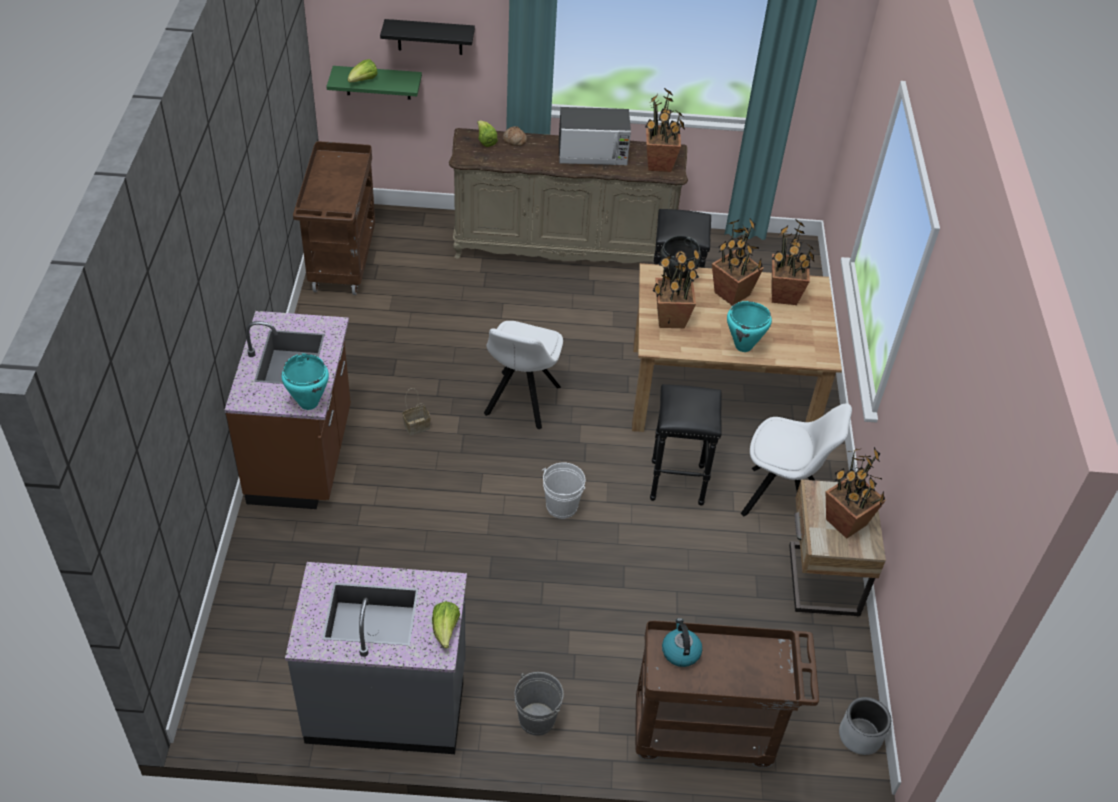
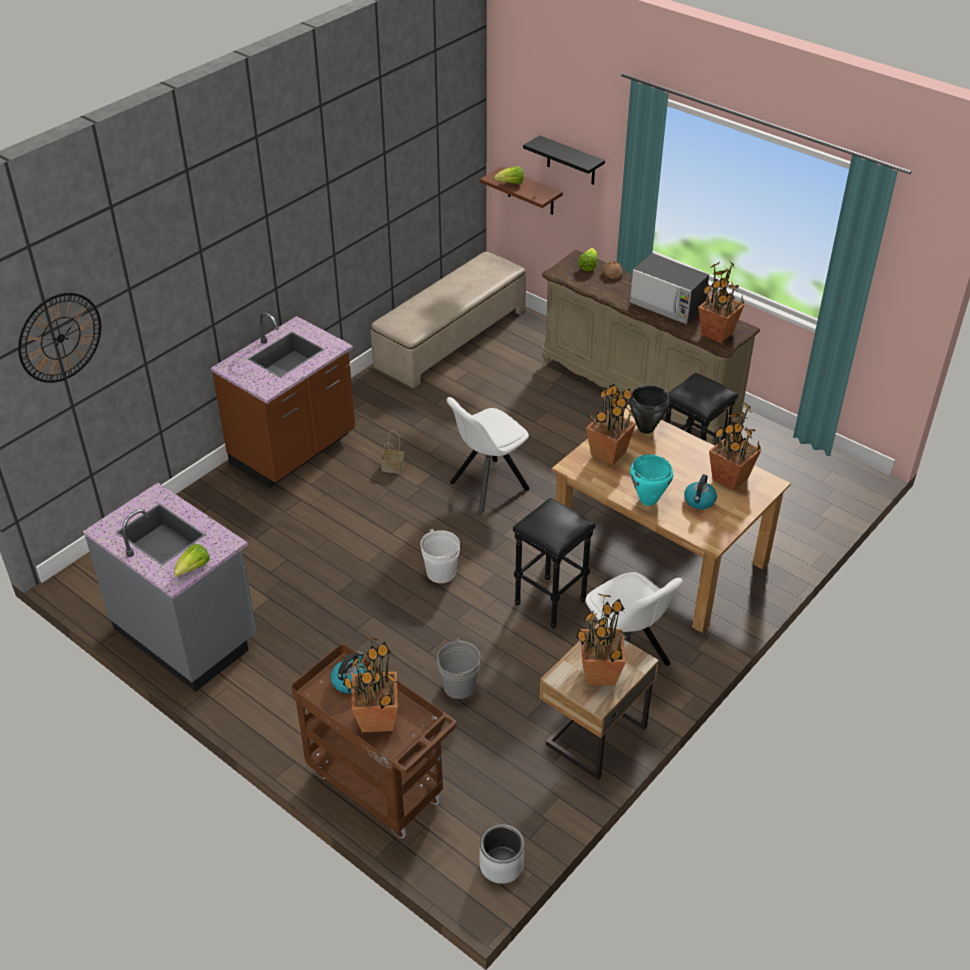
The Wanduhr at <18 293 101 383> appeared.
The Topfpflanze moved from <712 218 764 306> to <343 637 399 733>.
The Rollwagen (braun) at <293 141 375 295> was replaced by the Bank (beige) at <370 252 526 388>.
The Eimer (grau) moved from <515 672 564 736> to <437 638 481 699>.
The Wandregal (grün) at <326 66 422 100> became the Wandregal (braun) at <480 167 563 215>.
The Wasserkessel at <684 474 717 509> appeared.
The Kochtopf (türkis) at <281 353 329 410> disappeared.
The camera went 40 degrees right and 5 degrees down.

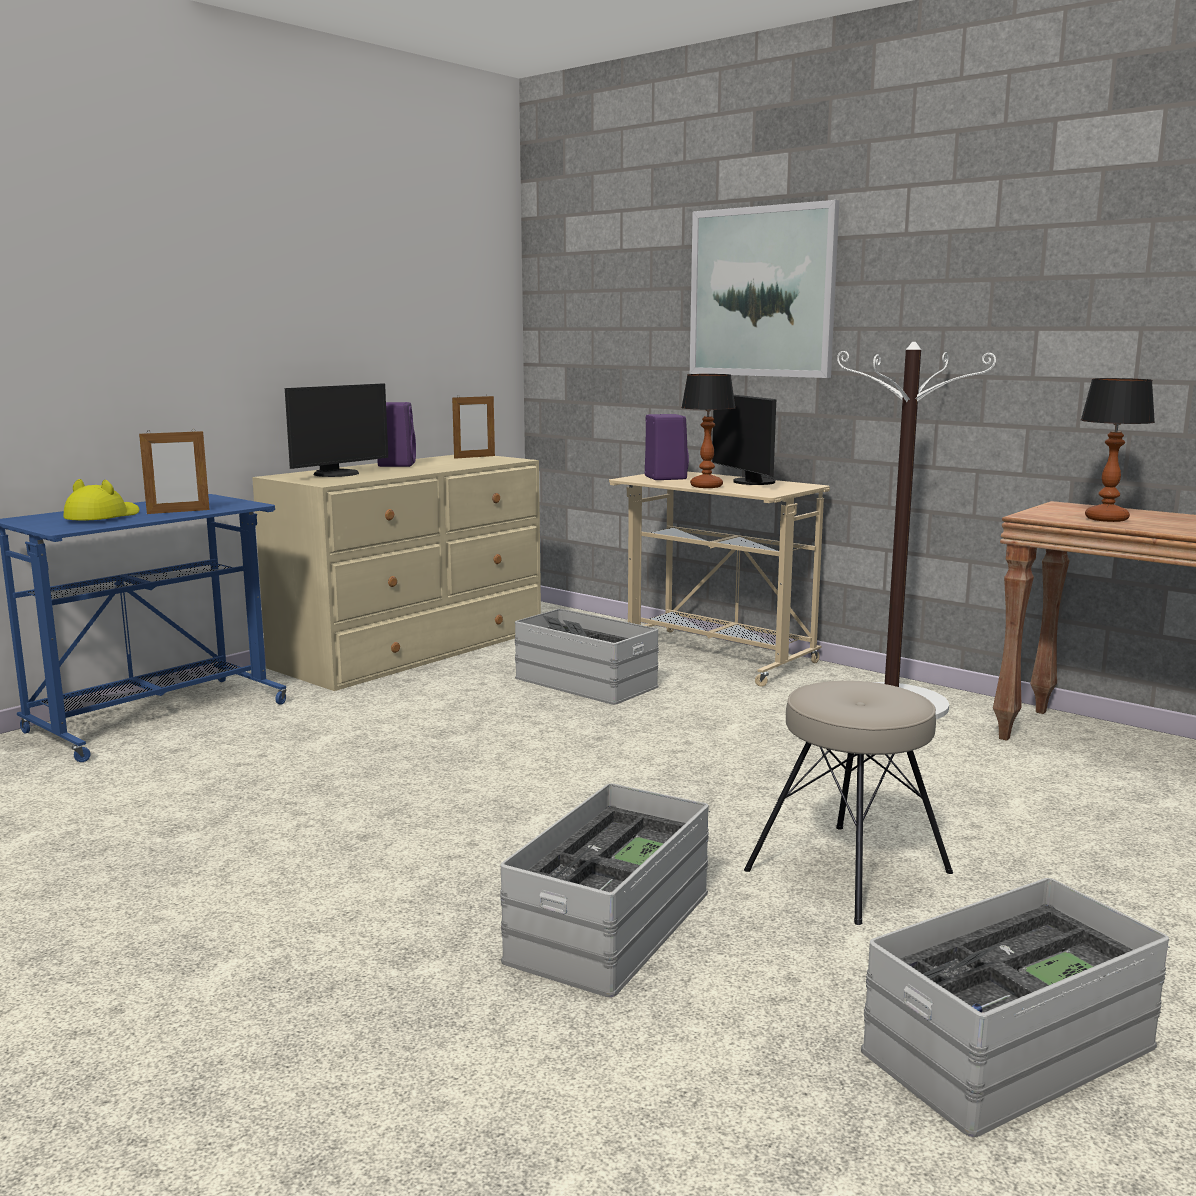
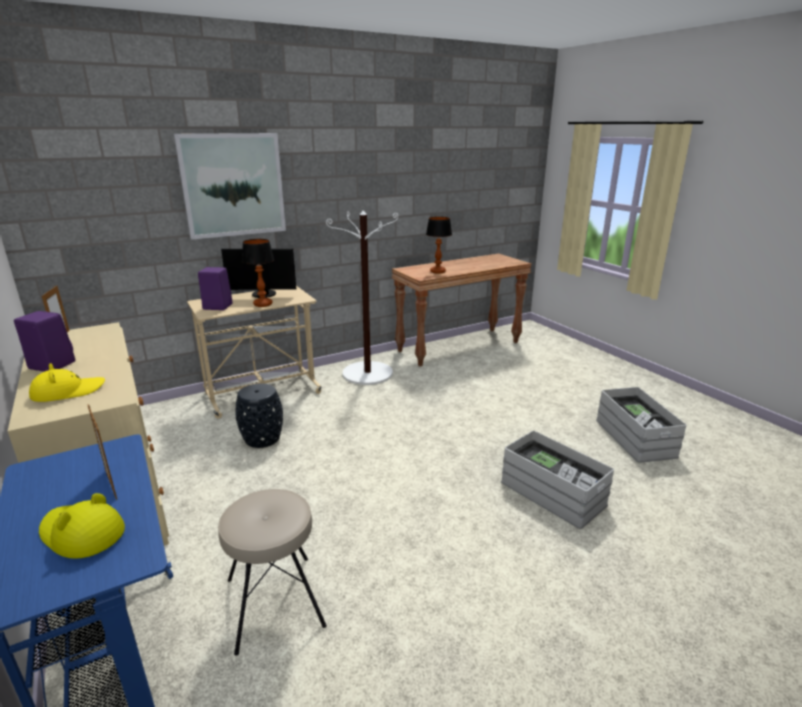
The Monitor at <285 383 388 477> was replaced by the Hut (gelb) at <29 363 105 402>.
The Bilderrahmen at <139 430 210 514> turned 150 degrees clockwise.
The Hocker (beige) moved from <744 681 953 925> to <218 489 327 656>.
The Aufbewahrungsbox (grau) at <515 609 659 705> was replaced by the Hocker (schwarz) at <235 383 283 448>.
The camera went 70 degrees left and 10 degrees up.

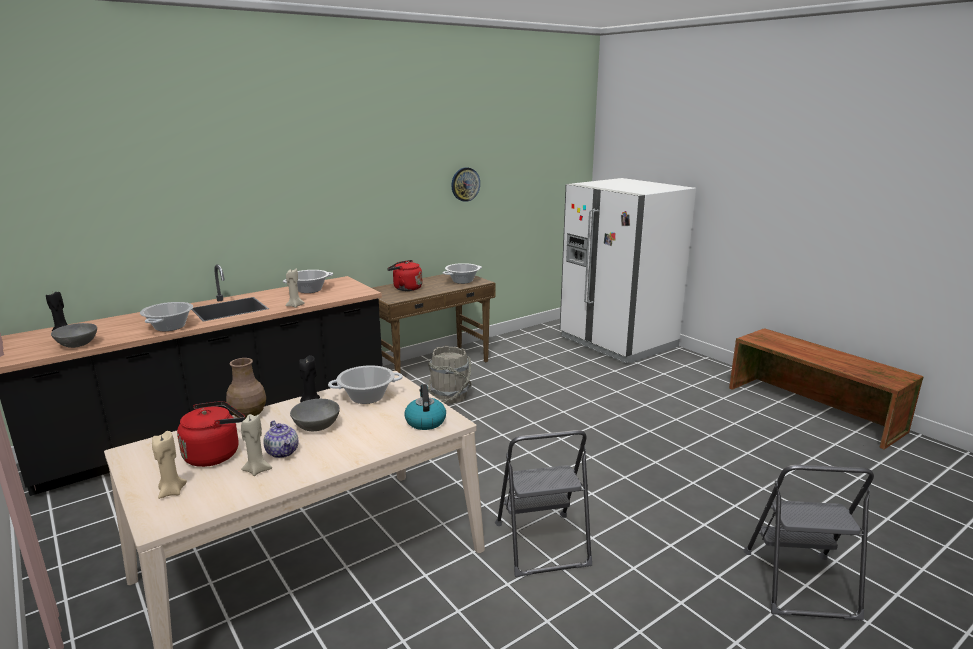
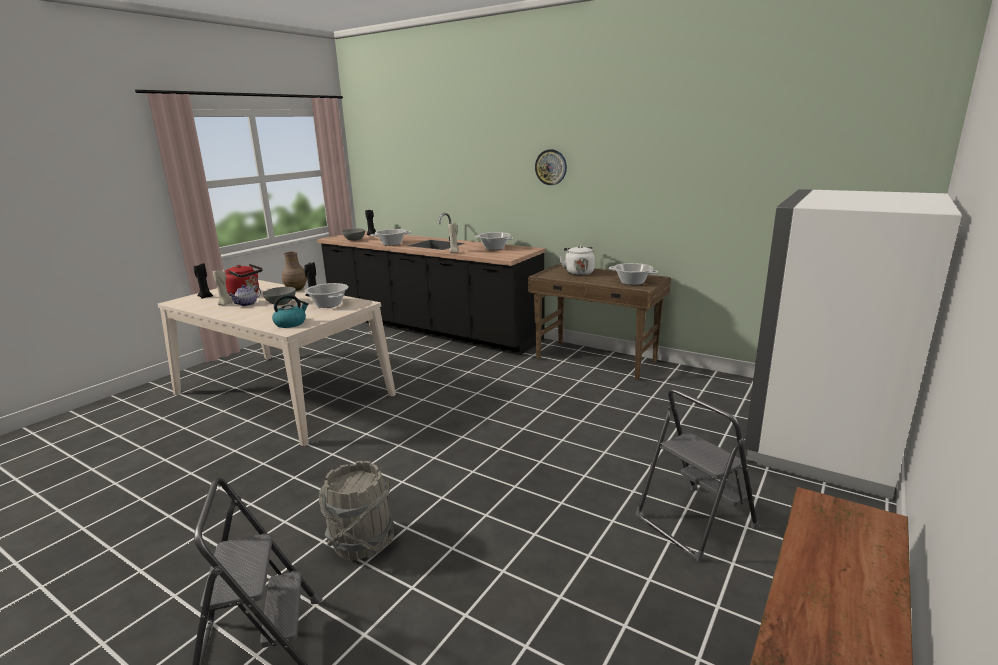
The Kerze (beige) at <152 431 187 499> became the Kerze (schwarz) at <194 263 213 299>.
The Eimer (grau) moved from <428 346 471 404> to <319 461 394 560>.
The Wanduhr moved from <451 167 480 202> to <535 149 567 185>.
The Wasserkessel (rot) at <387 260 422 291> became the Wasserkessel (weiß) at <559 245 595 275>.
The Trittleiter (grau) moved from <495 430 592 577> to <635 388 761 562>.
The camera went 70 degrees right and 0 degrees up.

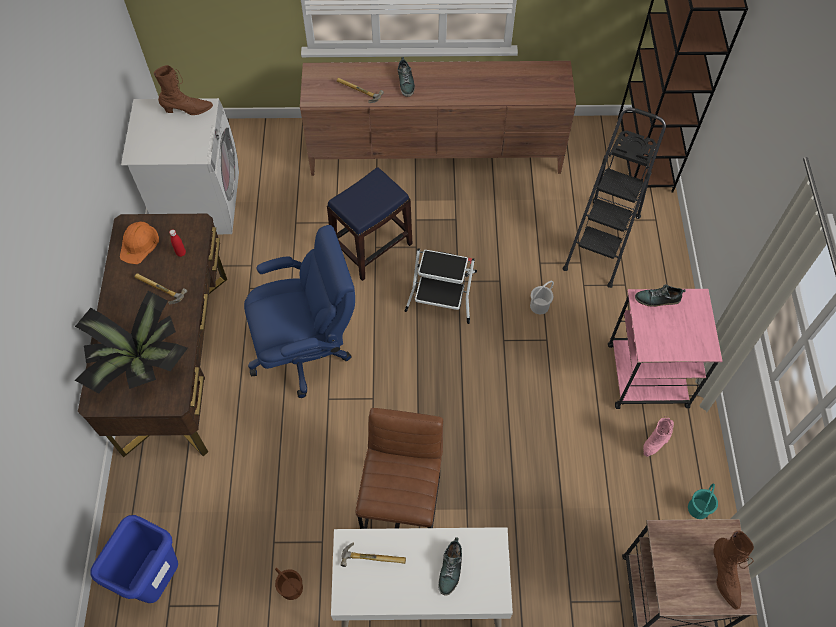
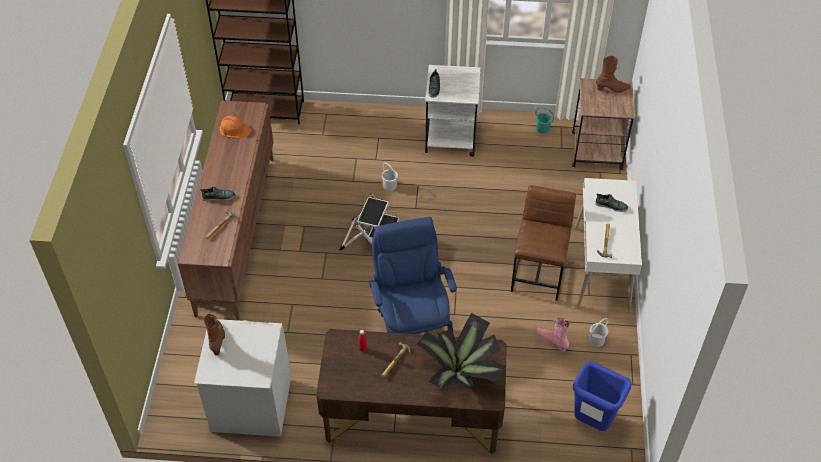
The Schutzhelm (orange) moved from <120 221 159 264> to <219 116 252 139>.
The Rollwagen (rosa) at <608 289 722 409> became the Rollwagen (weiß) at <425 65 481 157>.
The Stuhl (braun) at <355 408 443 529> turned 90 degrees clockwise.
The Stiefel (rosa) moved from <643 416 674 457> to <536 317 570 352>.
The Eimer (braun) at <275 568 303 600> became the Eimer (weiß) at <589 318 608 347>.
The Hocker at <327 167 412 281> disappeared.
The Trittleiter at <562 108 666 288> disappeared.
The camera went 85 degrees left and 10 degrees down.

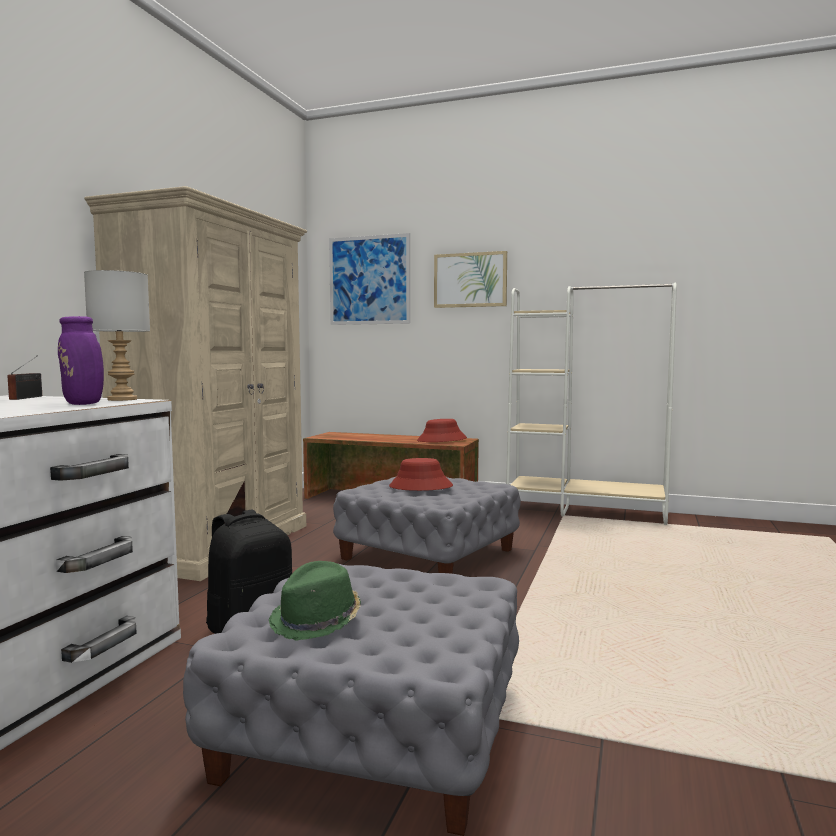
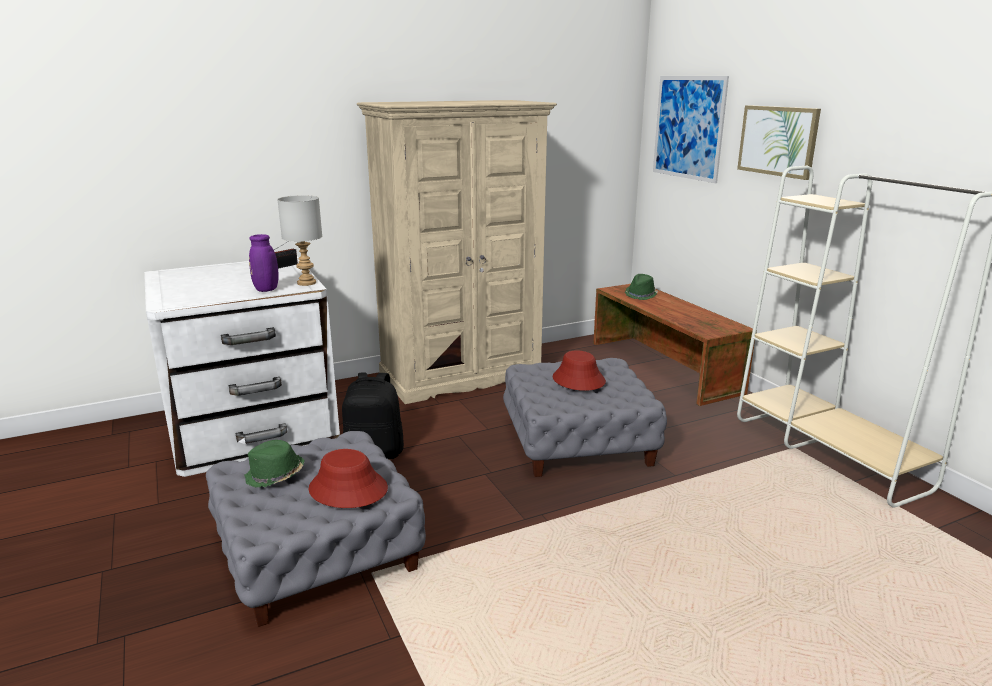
The Hut (rot) moved from <417 419 467 442> to <308 449 388 508>.
The Hut (grün) at <625 274 658 300> appeared.
The camera went 45 degrees right and 15 degrees up.

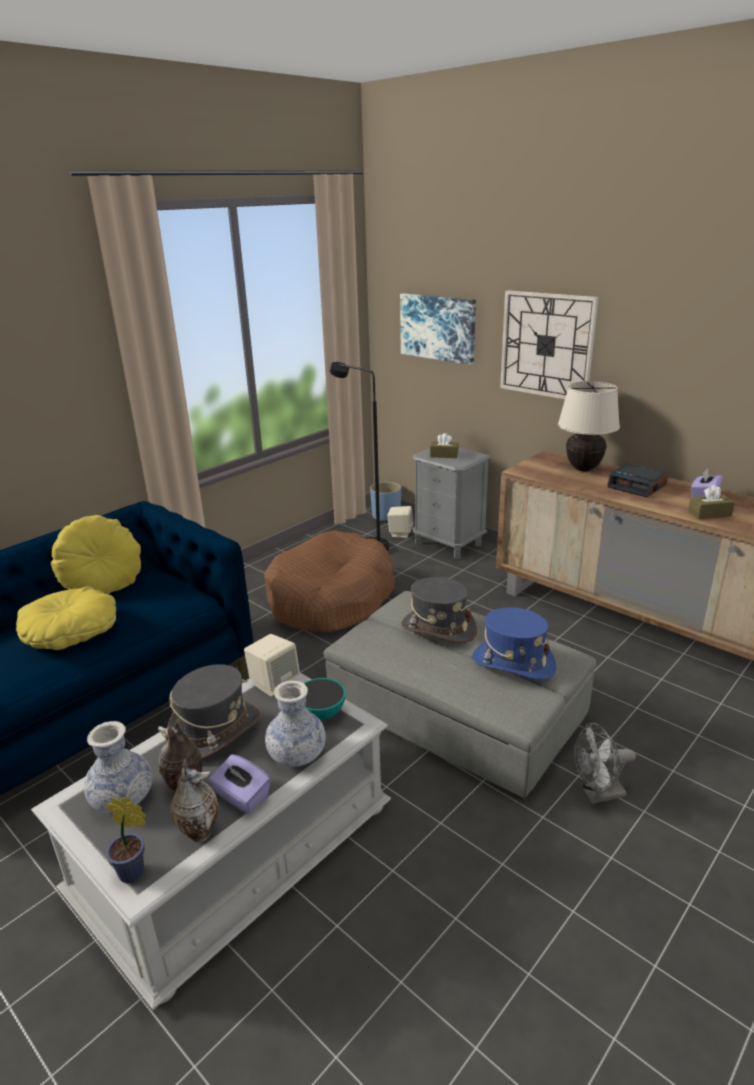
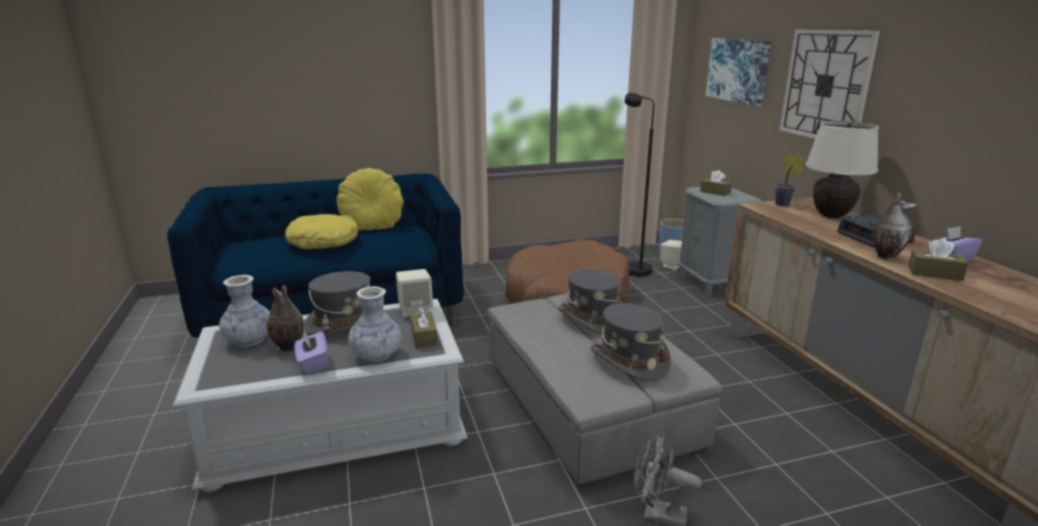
The Schüssel at <304 678 346 720> was replaced by the Taschentuchbox (braun) at <411 306 438 348>.
The Hut (blau) at <472 607 557 680> became the Hut (grau) at <590 303 671 381>.
The Topfpflanze moved from <106 797 146 883> to <775 153 804 206>.
The Vase moved from <171 759 218 842> to <872 192 917 260>.
The camera went 30 degrees right and 5 degrees down.

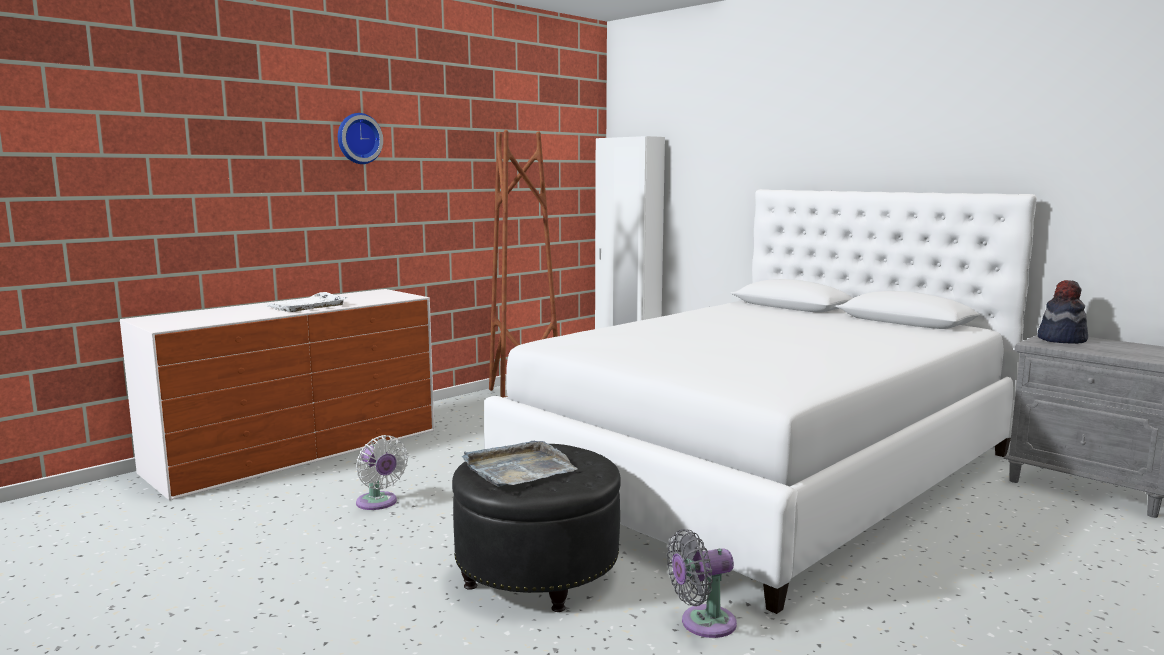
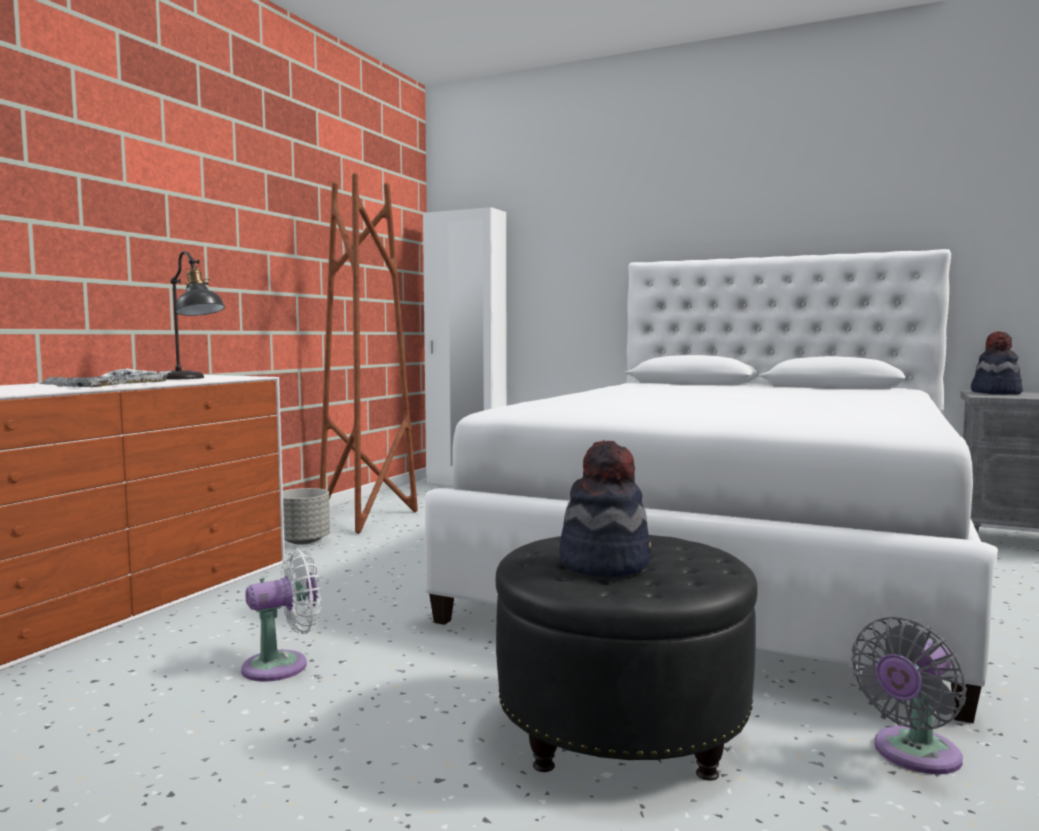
The Tischlampe (grau) at <157 251 225 380> appeared.
The Ventilator (weiß) at <356 435 408 510> turned 60 degrees counterclockwise.
The Pflanzkübel (grau) at <283 488 330 545> appeared.
The Tablett (grau) at <462 441 578 487> was replaced by the Hut at <560 440 651 577>.
The Wanduhr at <338 113 383 164> disappeared.
The camera went 20 degrees left and 5 degrees down.

